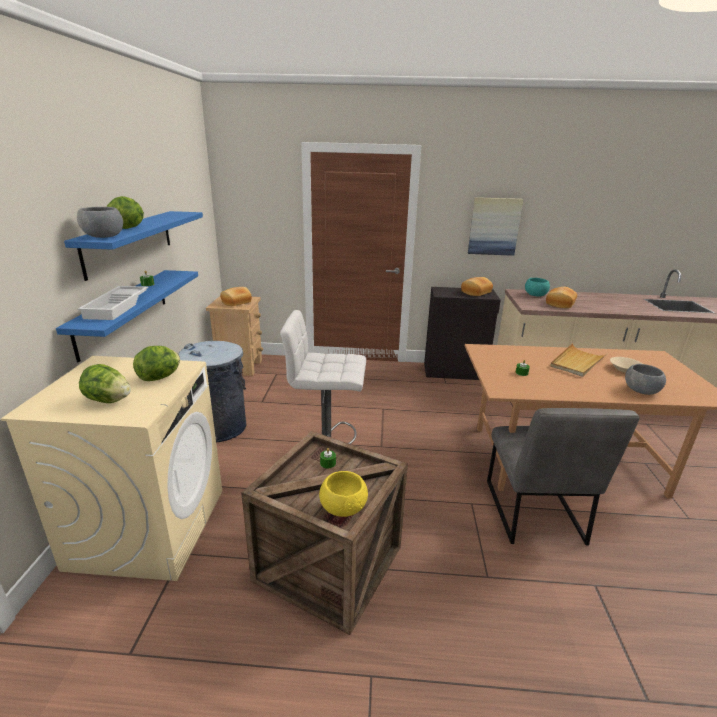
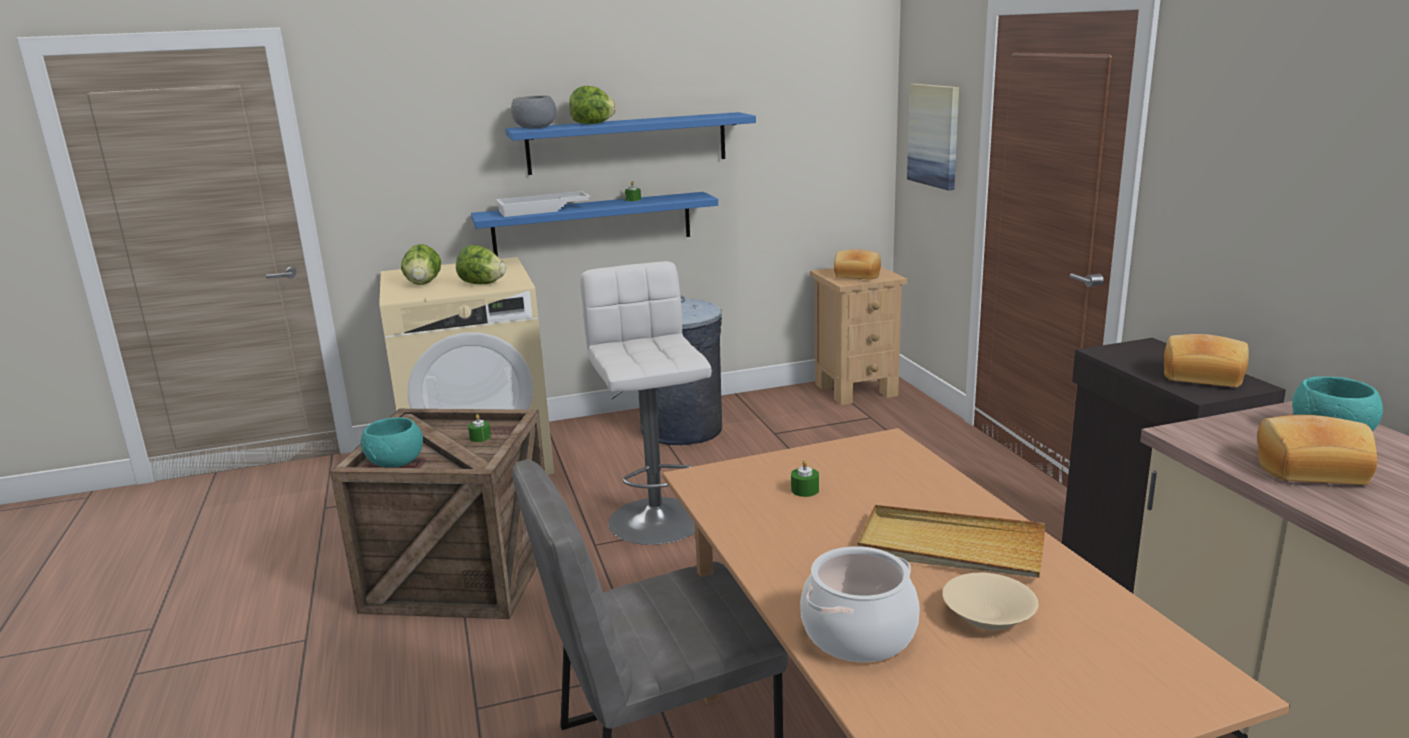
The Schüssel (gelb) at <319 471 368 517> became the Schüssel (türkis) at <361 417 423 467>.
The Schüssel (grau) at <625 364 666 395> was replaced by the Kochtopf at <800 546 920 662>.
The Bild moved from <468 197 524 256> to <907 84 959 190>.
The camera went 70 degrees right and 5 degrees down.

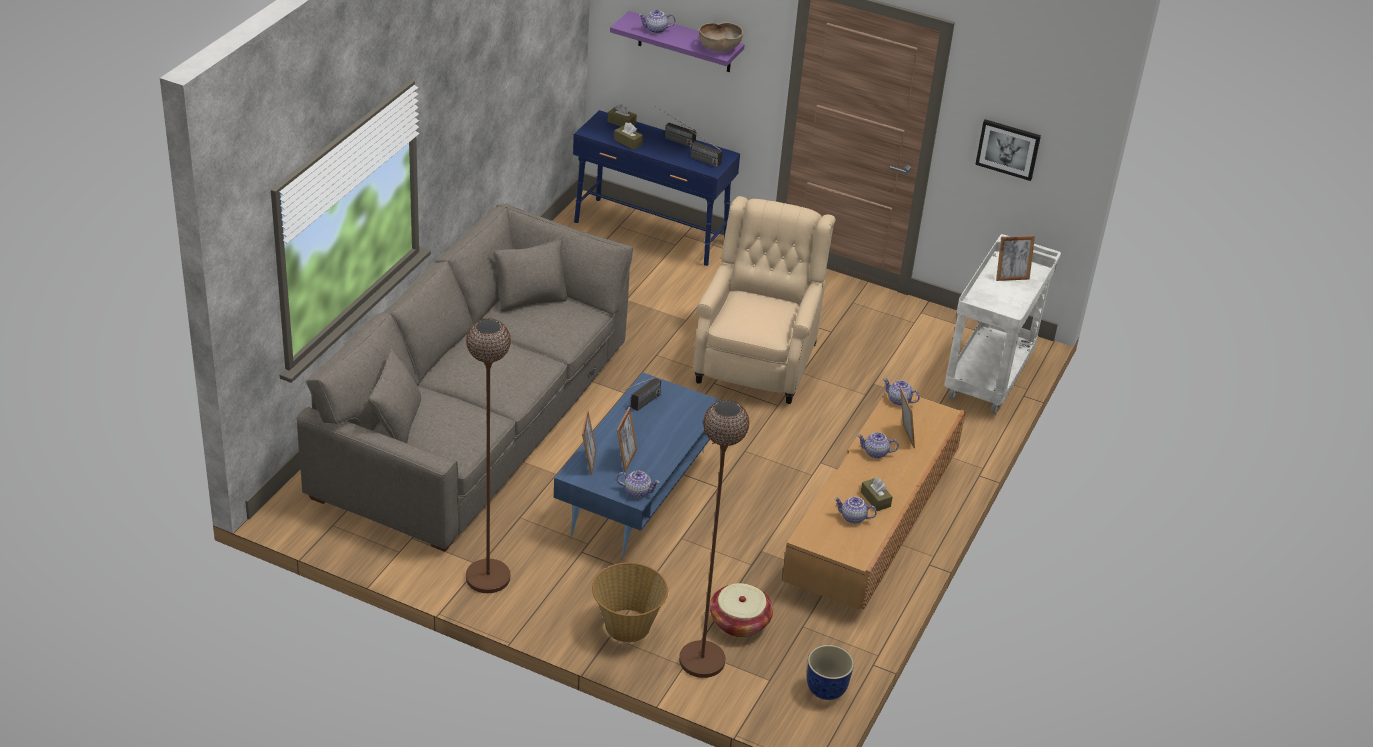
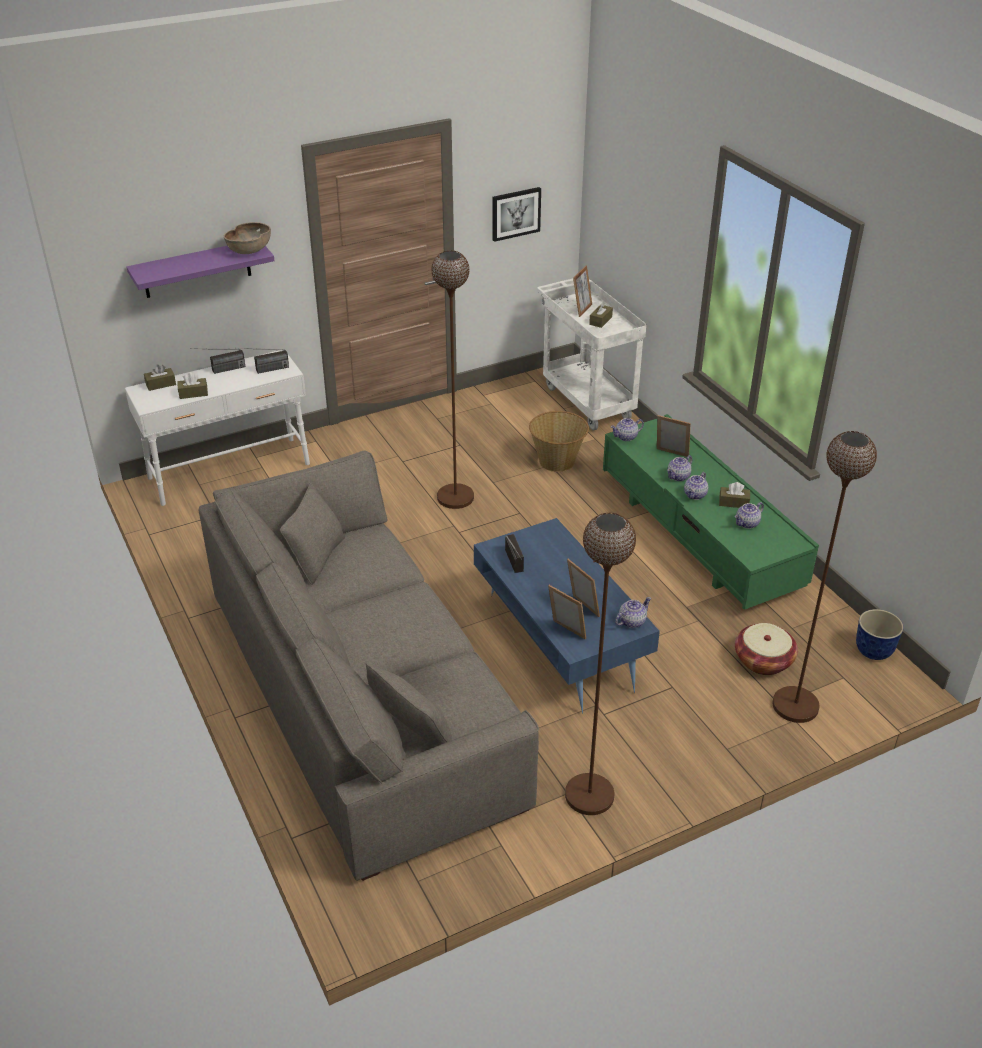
The Konsolentisch (blau) at <573 110 740 266> became the Konsolentisch (weiß) at <125 350 310 506>.
The Sessel (beige) at <693 196 835 404> was replaced by the Stehlampe (braun) at <431 250 474 509>.
The Korb moved from <592 562 668 642> to <529 411 589 472>.
The Taschentuchbox (braun) at <589 301 613 328> appeared.
The Fernsehschrank (braun) at <782 392 966 610> became the Fernsehschrank (grün) at <603 414 819 610>.
The Teekanne moved from <639 10 675 34> to <684 472 708 500>.
The camera went 50 degrees left and 0 degrees up.

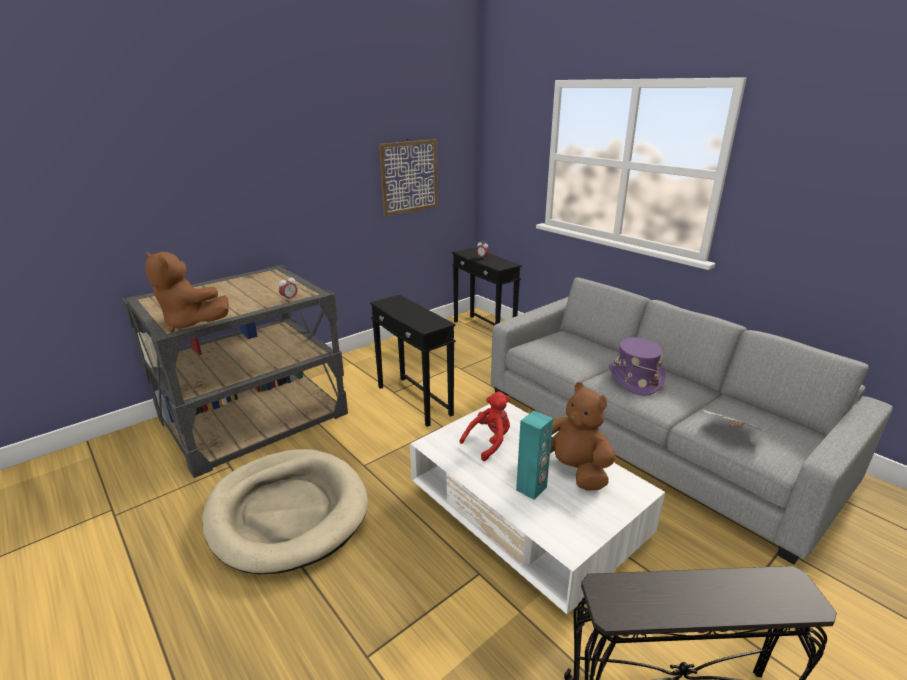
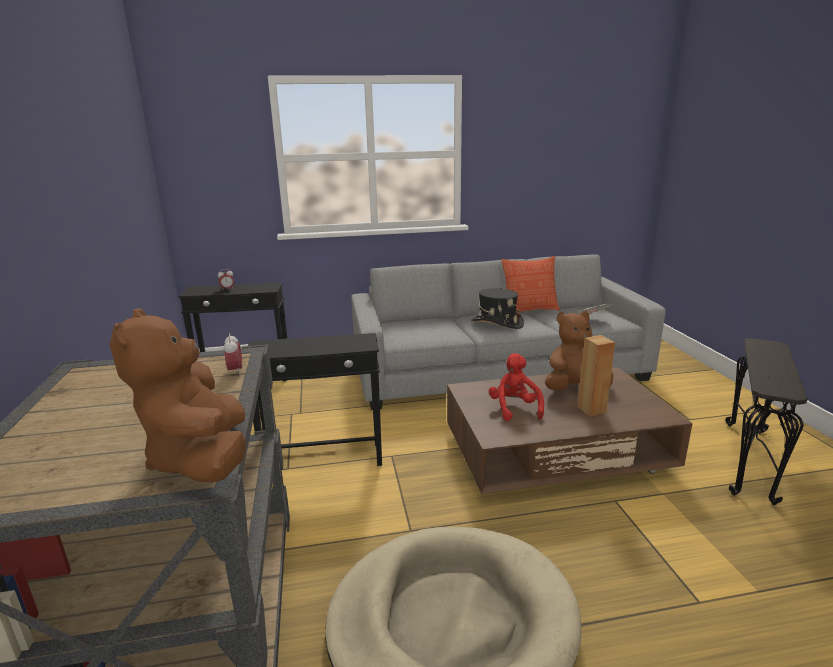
The Plüschtier (braun) at <145 252 229 333> turned 105 degrees clockwise.
The Couchtisch (weiß) at <410 402 665 614> became the Couchtisch (braun) at <447 367 693 494>.
The Hut (lila) at <609 338 666 396> became the Hut (schwarz) at <471 288 524 329>.
The Kissen (orange) at <502 256 560 312> appeared.
The Lautsprecher (türkis) at <516 411 553 500> became the Lautsprecher (braun) at <577 335 615 417>.
The Bild at <379 139 438 216> disappeared.
The camera went 60 degrees left and 5 degrees down.

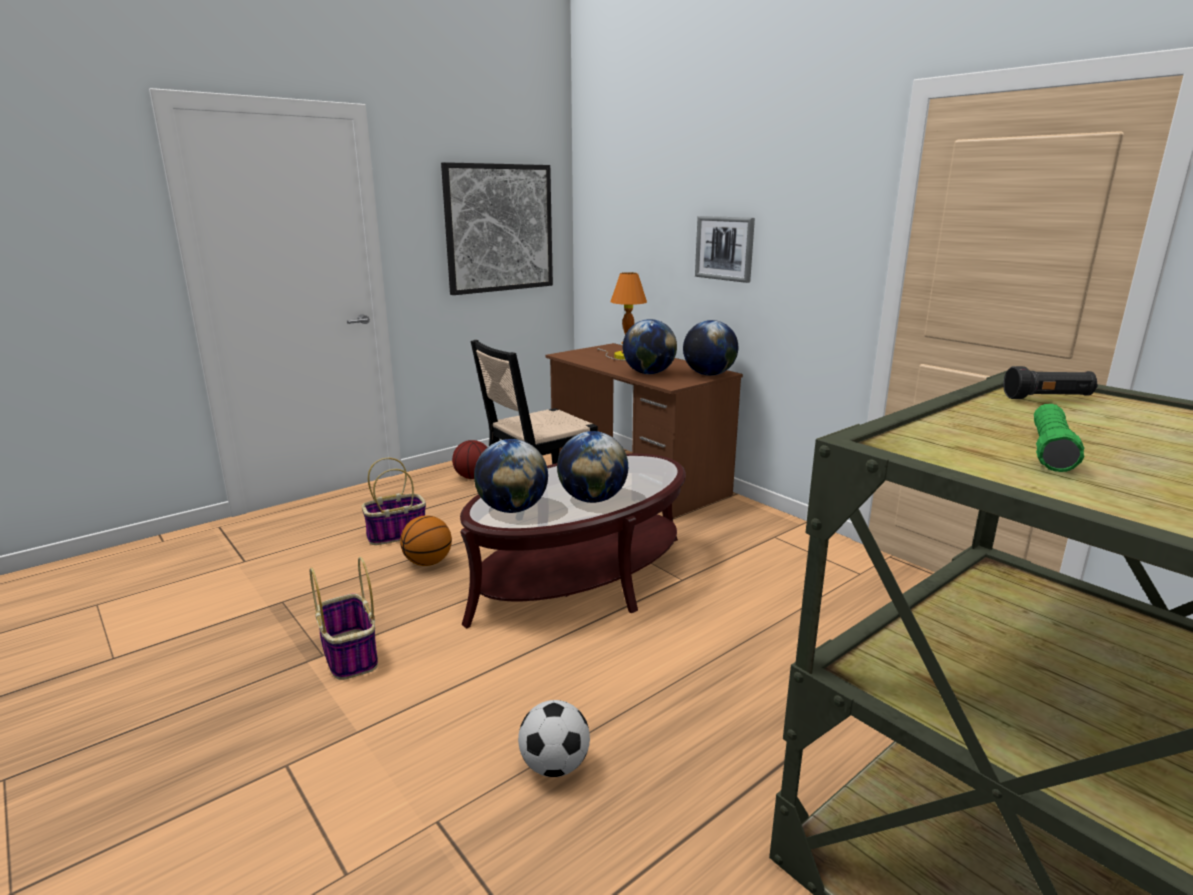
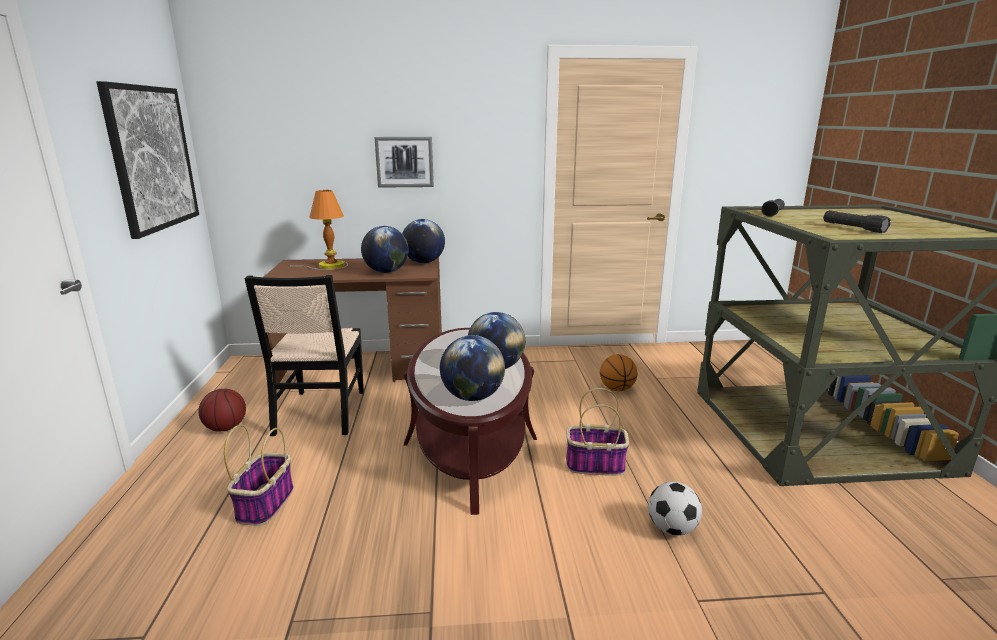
The Korb moved from <310 557 378 680> to <566 388 629 476>.
The Basketball moved from <400 515 452 566> to <600 354 637 391>.
The Taschenlampe (grün) at <1034 404 1085 472> became the Taschenlampe (schwarz) at <823 210 891 233>.
The camera went 55 degrees left and 0 degrees up.

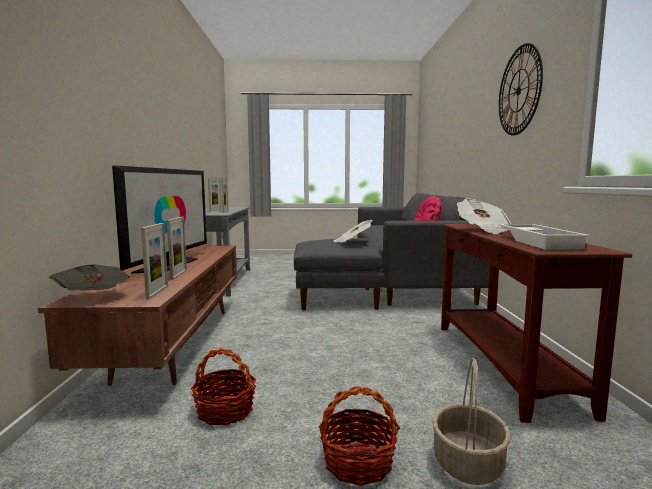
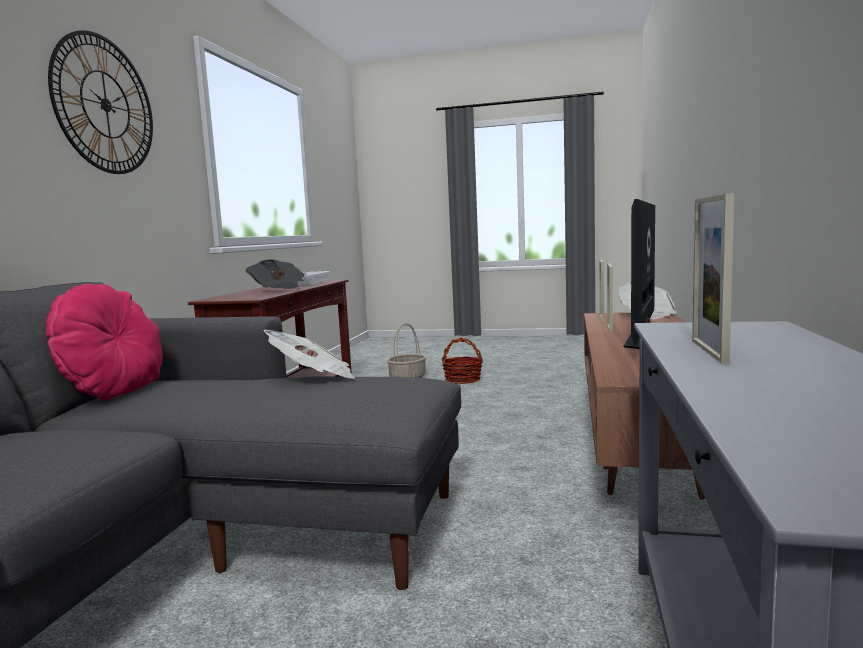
The Korb at <190 348 257 425> disappeared.
The Bilderrahmen at <208 178 222 211> disappeared.
The camera went 165 degrees left and 0 degrees up.

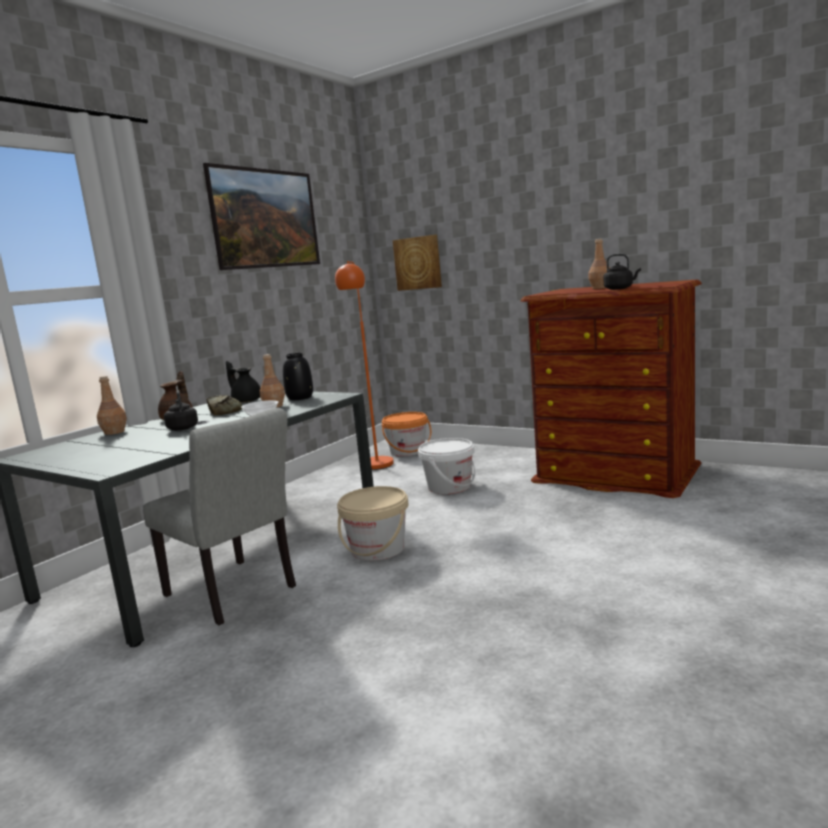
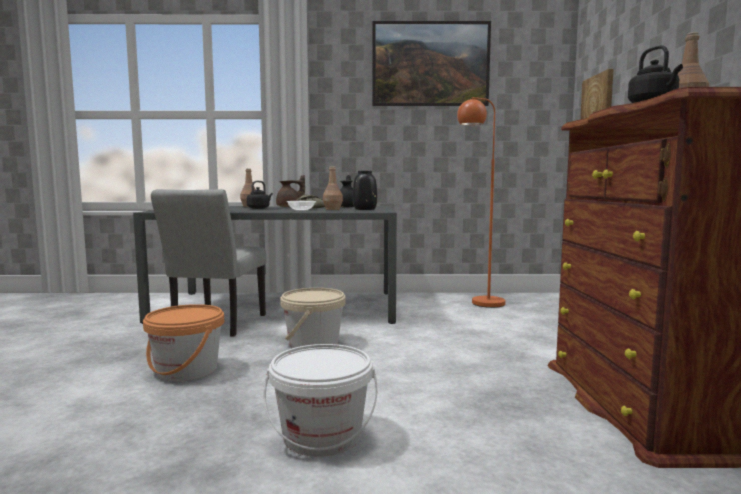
The Eimer (orange) moved from <382 412 431 456> to <143 304 224 381>.
The Eimer (weiß) moved from <418 438 475 494> to <263 344 377 457>.
The camera went 55 degrees right and 5 degrees down.

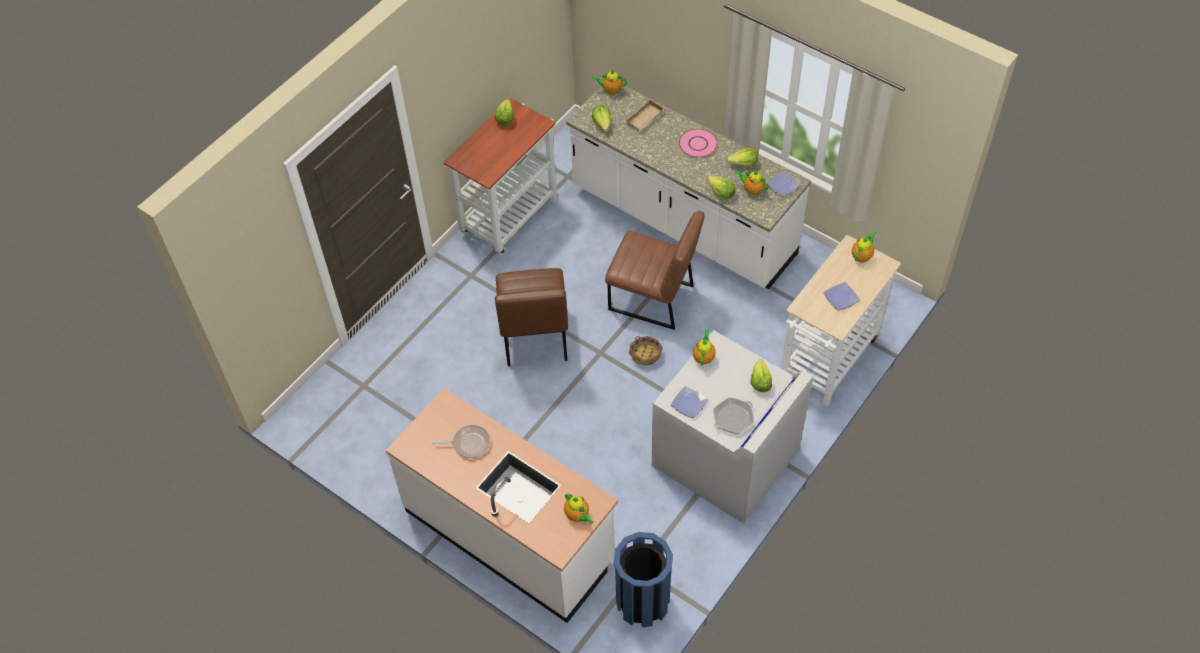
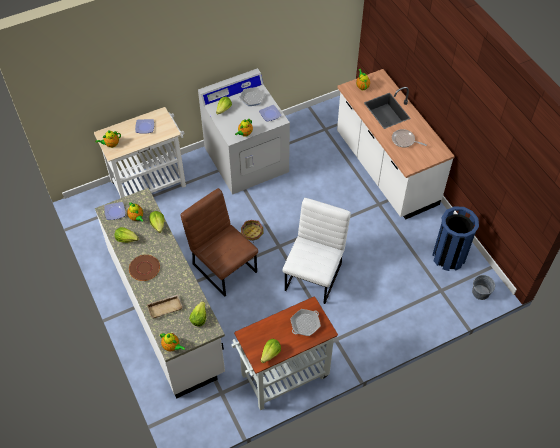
The Teller (rosa) at <679 129 718 157> became the Teller (braun) at <129 255 160 281>.
The Stuhl (braun) at <495 268 568 366> became the Stuhl (weiß) at <283 198 351 304>.
The Pfanne at <290 309 321 336> appeared.
The Mülleimer (blau) moved from <614 532 673 627> to <432 206 479 271>.
The Eimer (grau) at <472 275 495 300> appeared.
The camera went 155 degrees left and 0 degrees up.

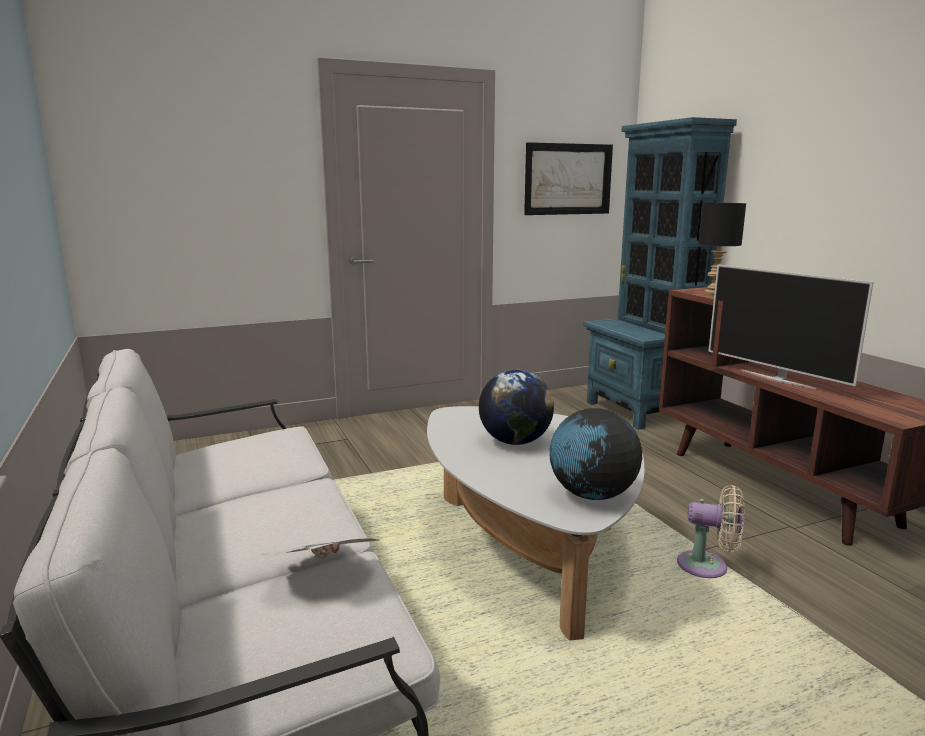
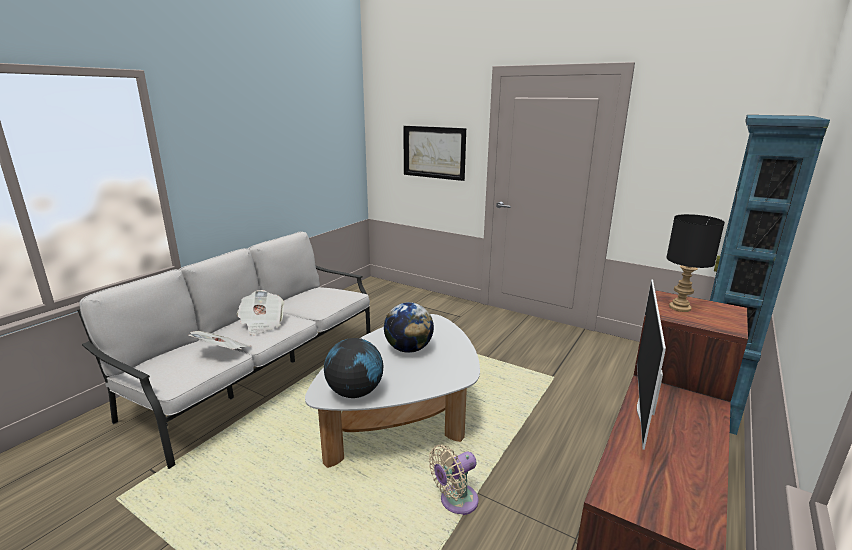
The Zeitung at <237 290 285 335> appeared.
The Bild moved from <524 142 613 215> to <403 126 466 181>.
The Ventilator (beige) at <677 485 744 578> turned 75 degrees clockwise.
The camera went 55 degrees right and 5 degrees up.

